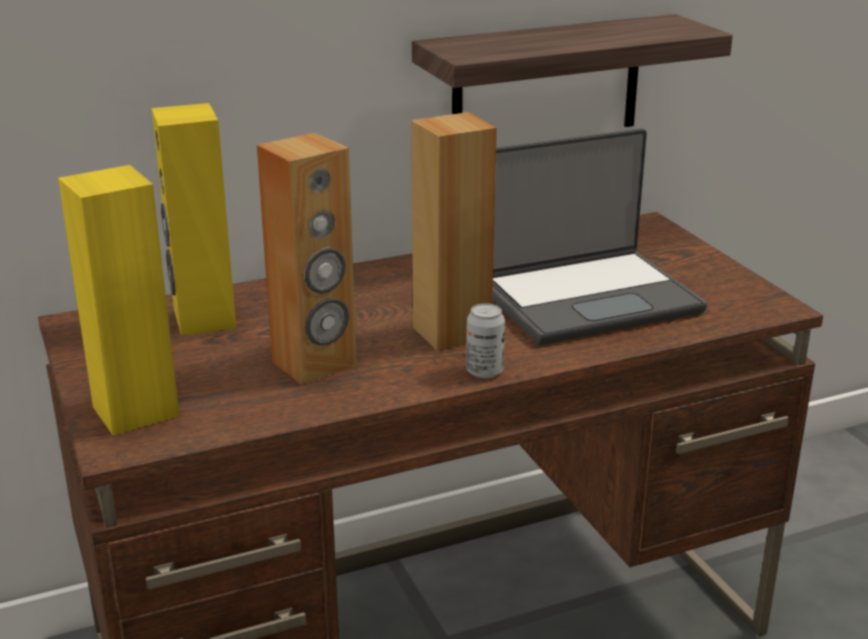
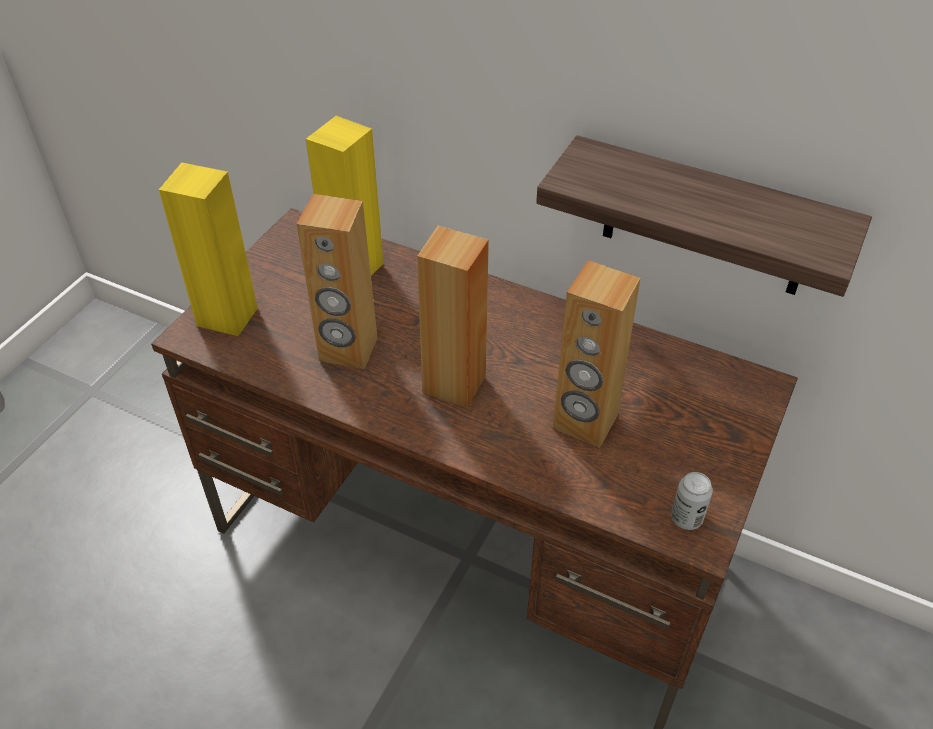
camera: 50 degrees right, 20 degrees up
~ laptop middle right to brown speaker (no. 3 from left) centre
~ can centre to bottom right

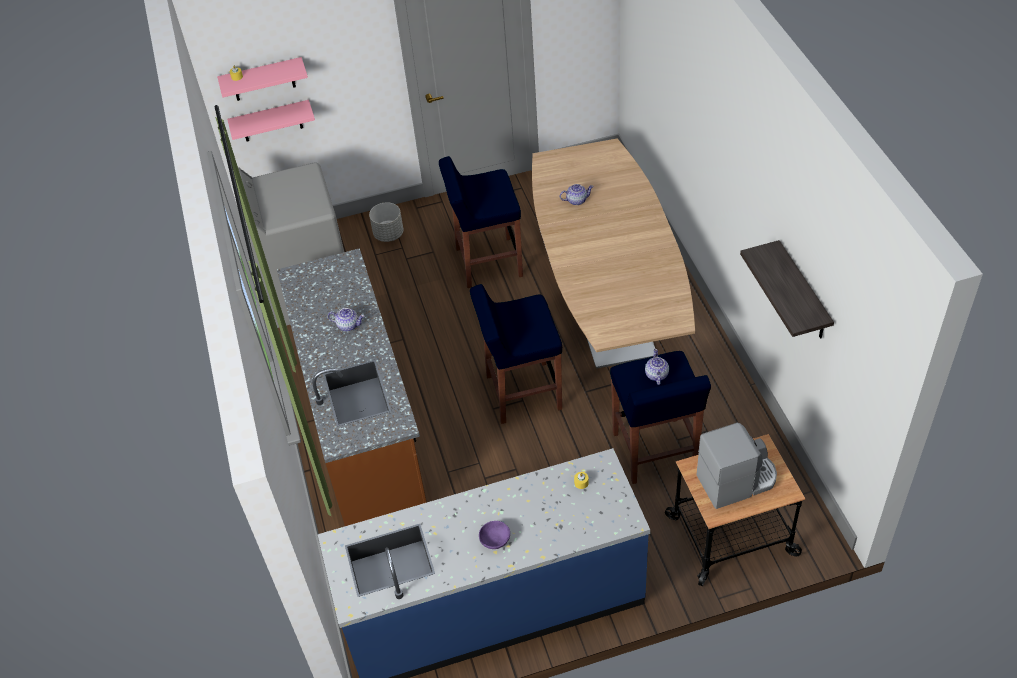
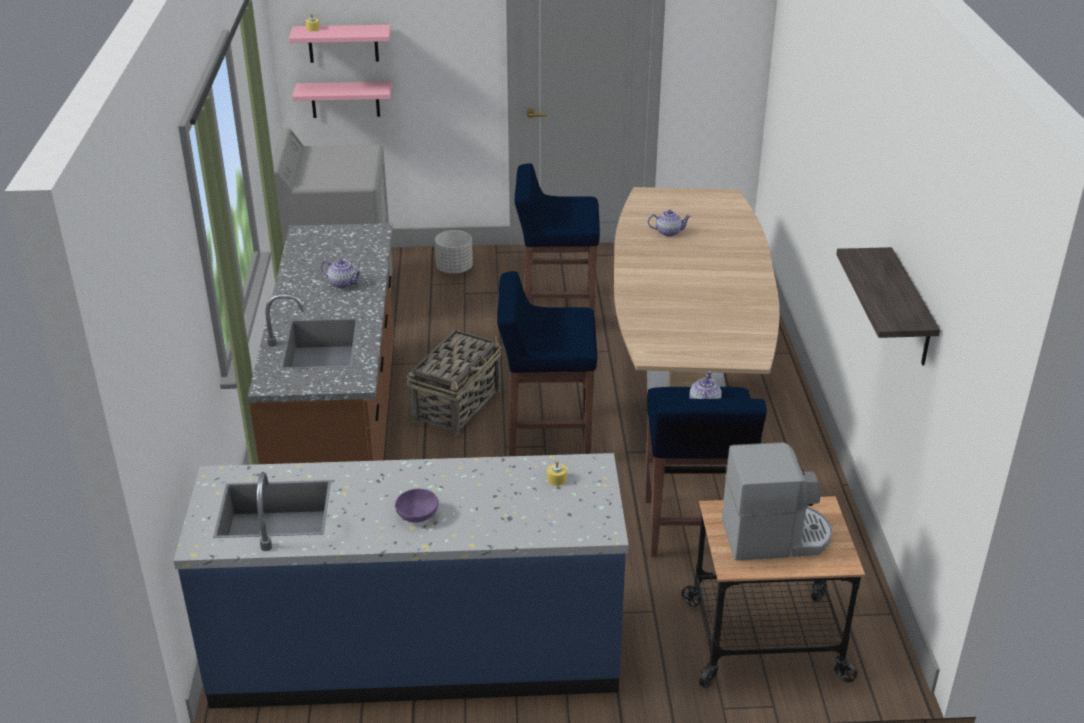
camera: 10 degrees right, 15 degrees down
+ basket centre

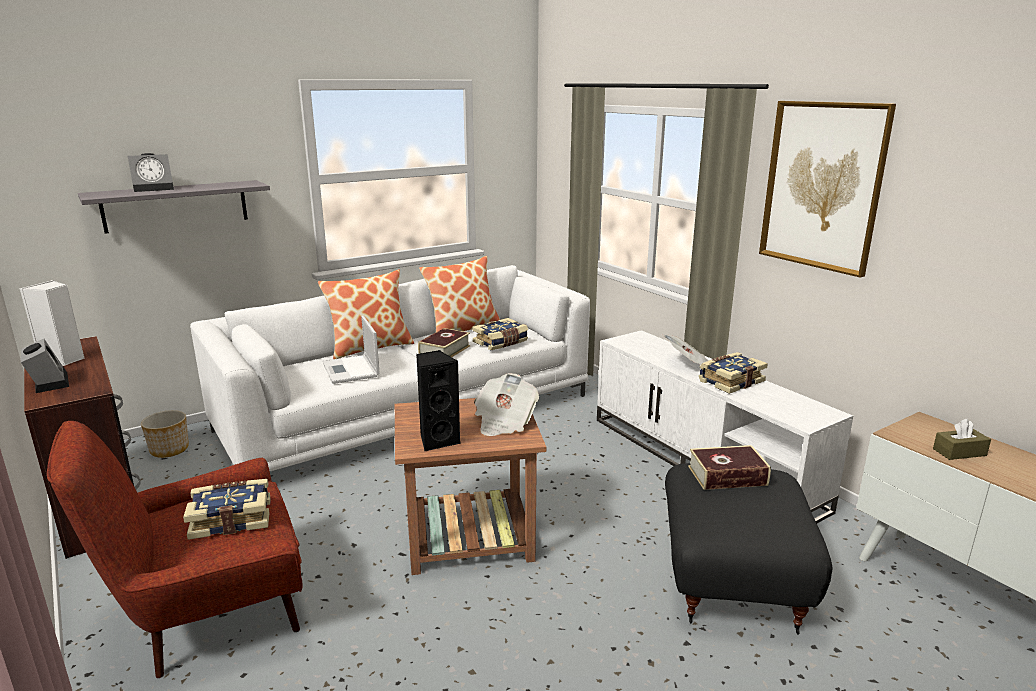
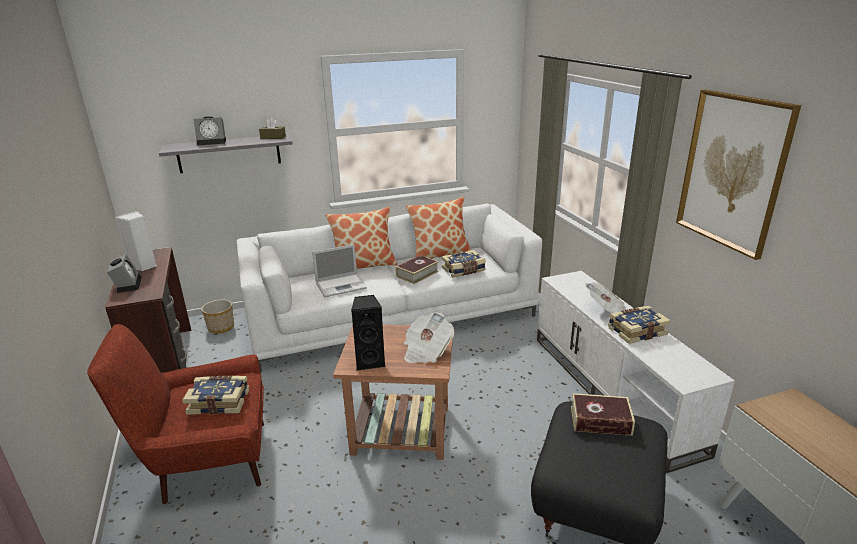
camera: 15 degrees right, 5 degrees up
~ brown tissue box middle right to top left
~ laptop centre = centre 105 degrees counterclockwise

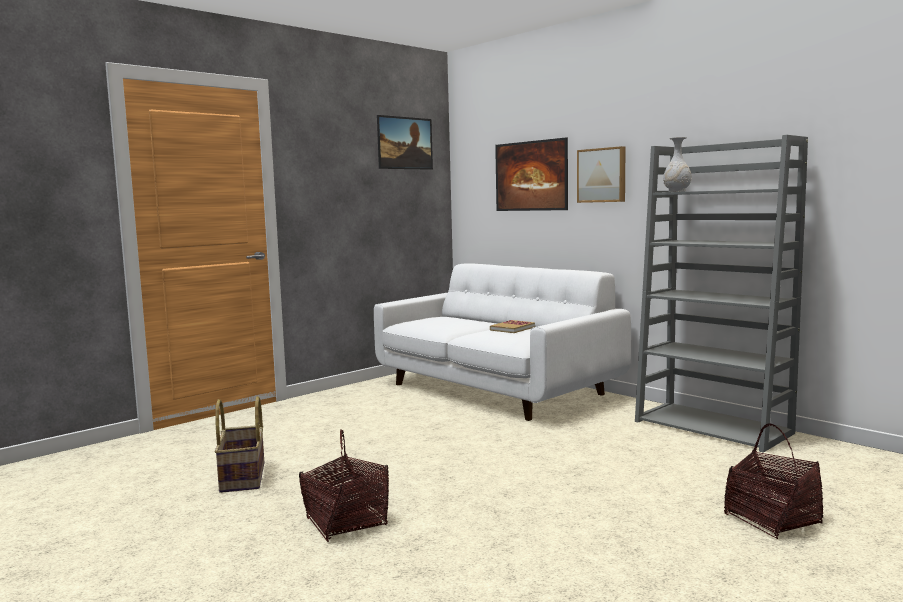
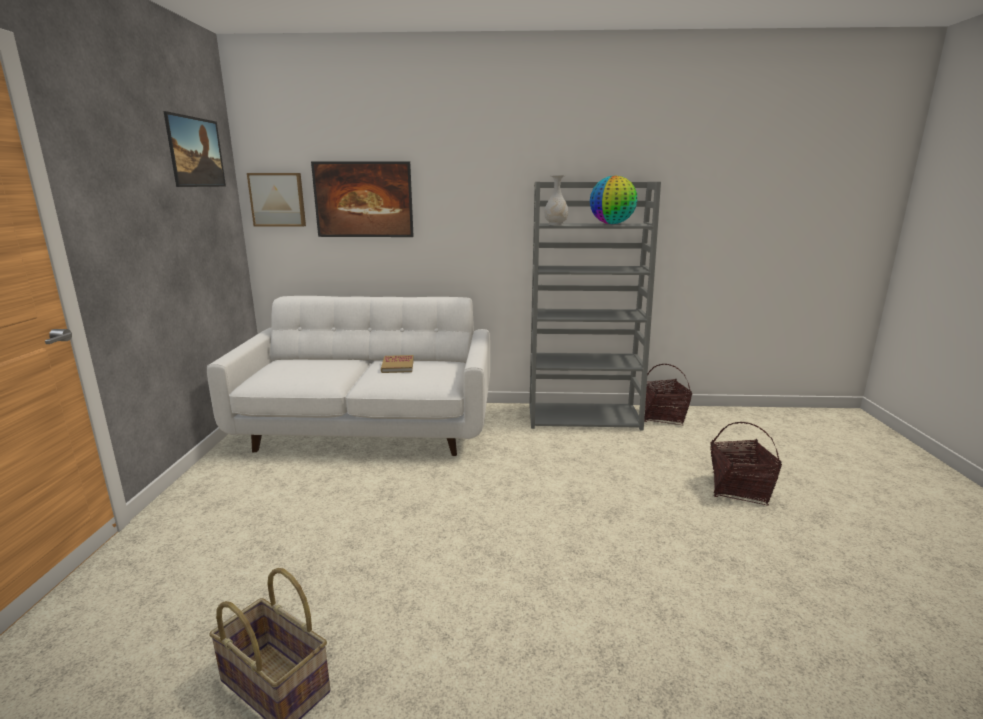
camera: 45 degrees left, 10 degrees up
~ picture (no. 3 from left in the first image) top centre to picture (no. 2 from left) top left
+ globe top centre
~ basket (no. 2 from left) bottom centre to middle right

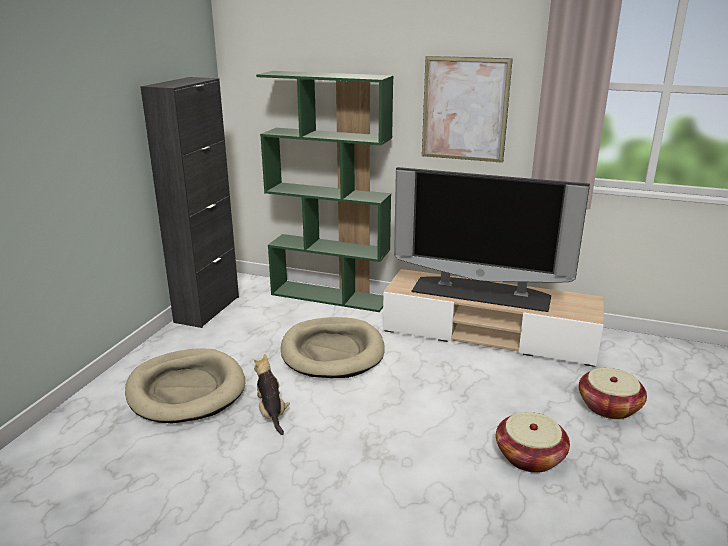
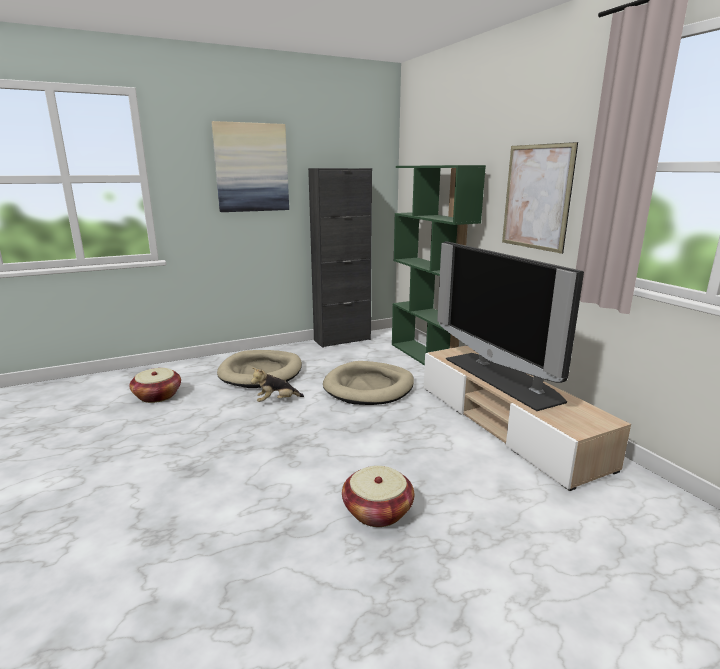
camera: 45 degrees right, 5 degrees down
~ basket (no. 2 from left in the first image) bottom right to basket (no. 1 from left) middle left
+ picture (no. 1 from left) top centre
~ plush toy bottom centre = centre 135 degrees counterclockwise

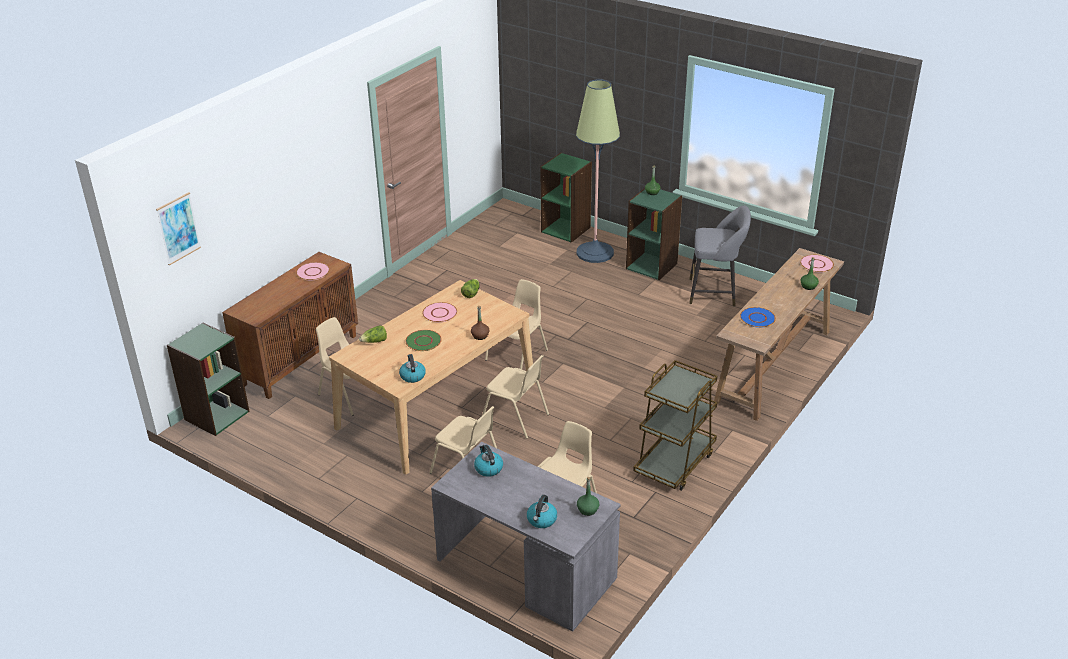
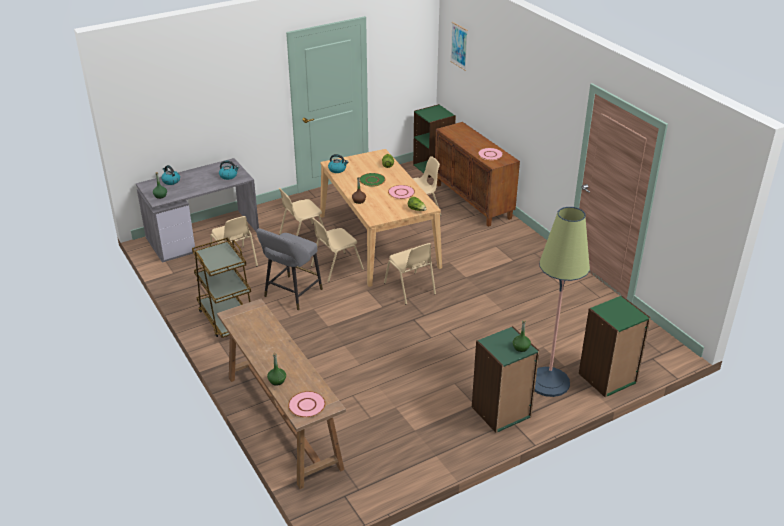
camera: 115 degrees right, 0 degrees up
~ grey stool middle right to centre
- blue plate middle right

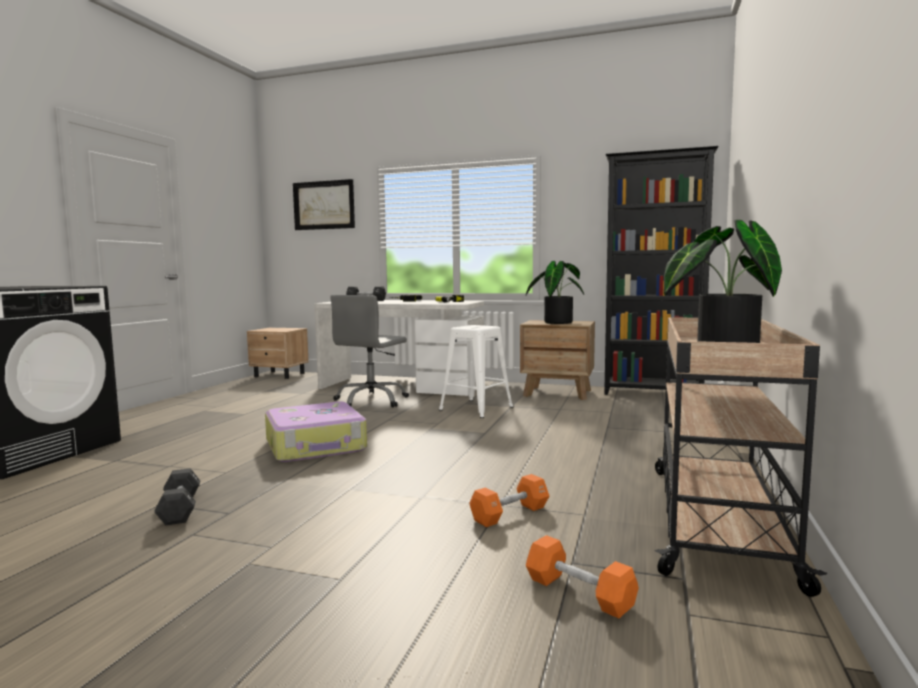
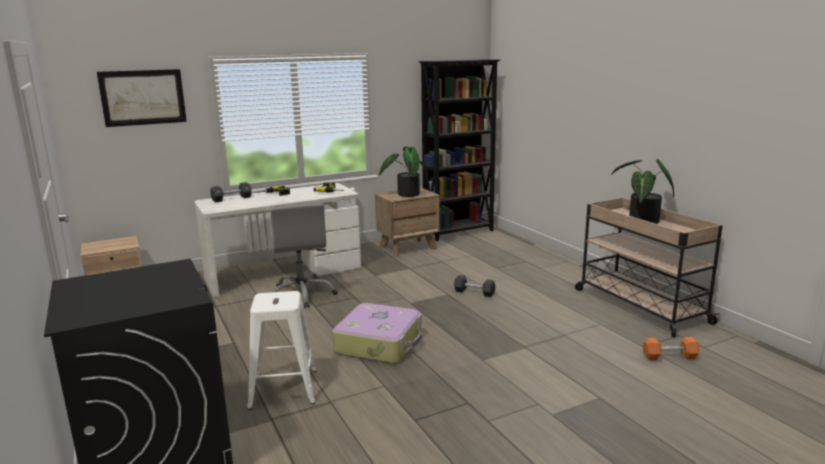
camera: 45 degrees left, 10 degrees up
~ white stool centre to bottom centre
~ black dumbbell (no. 1 from left in the first image) bottom left to black dumbbell (no. 2 from left) centre
- orange dumbbell (no. 1 from left) bottom centre

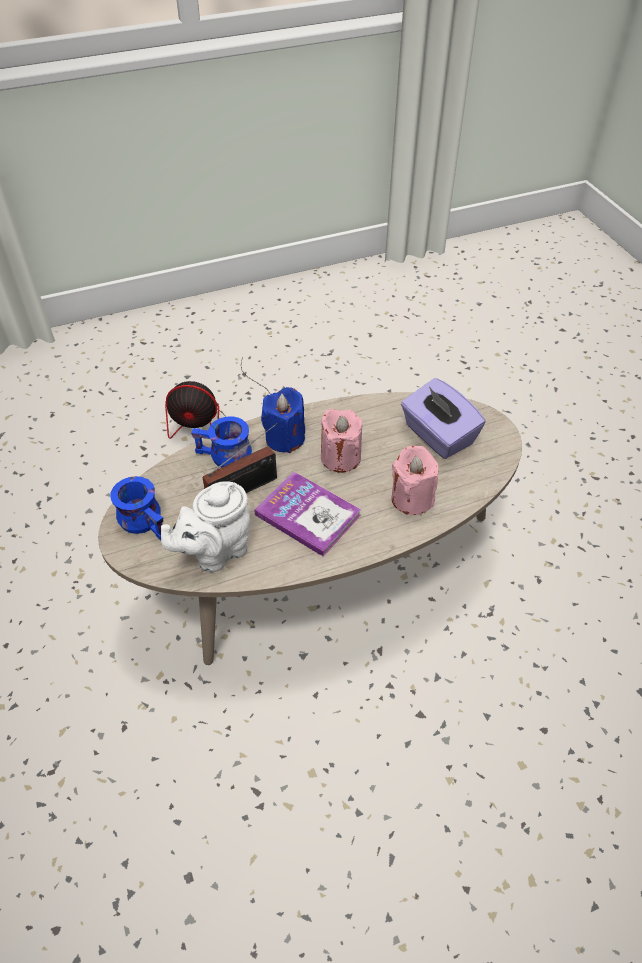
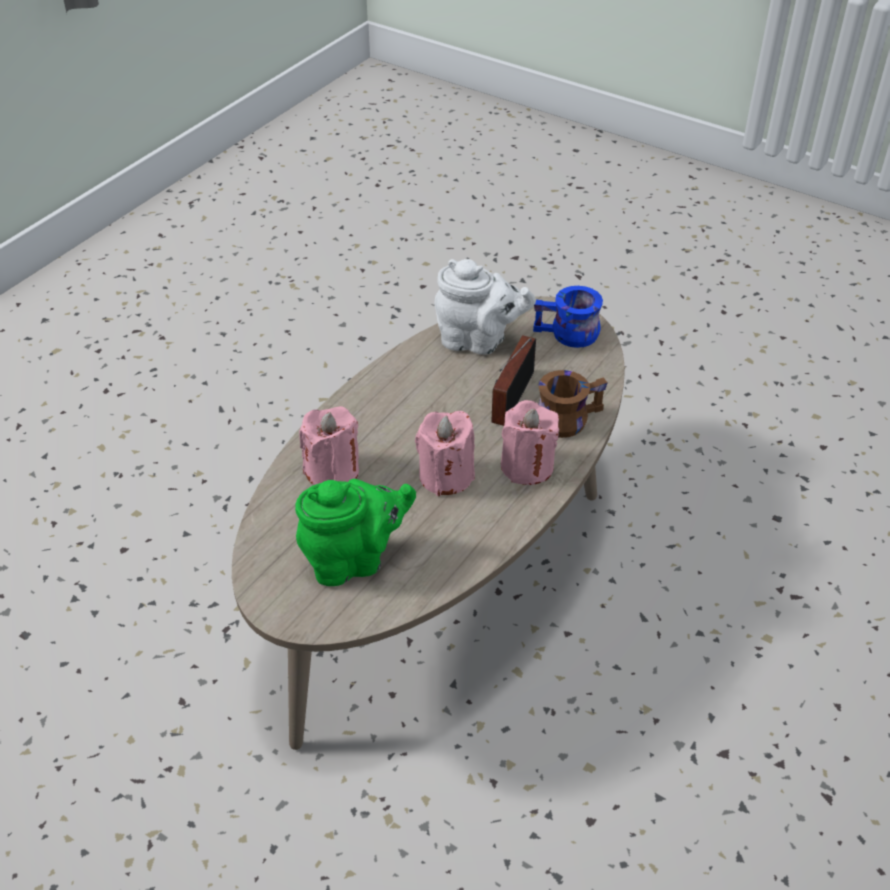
camera: 145 degrees right, 5 degrees down
~ purple tissue box middle right to green teapot centre
~ white teapot middle left = centre 90 degrees clockwise
~ blue candle centre to pink candle (no. 3 from left) centre
~ blue mug (no. 2 from left) centre to brown mug centre
- fan centre
- book centre

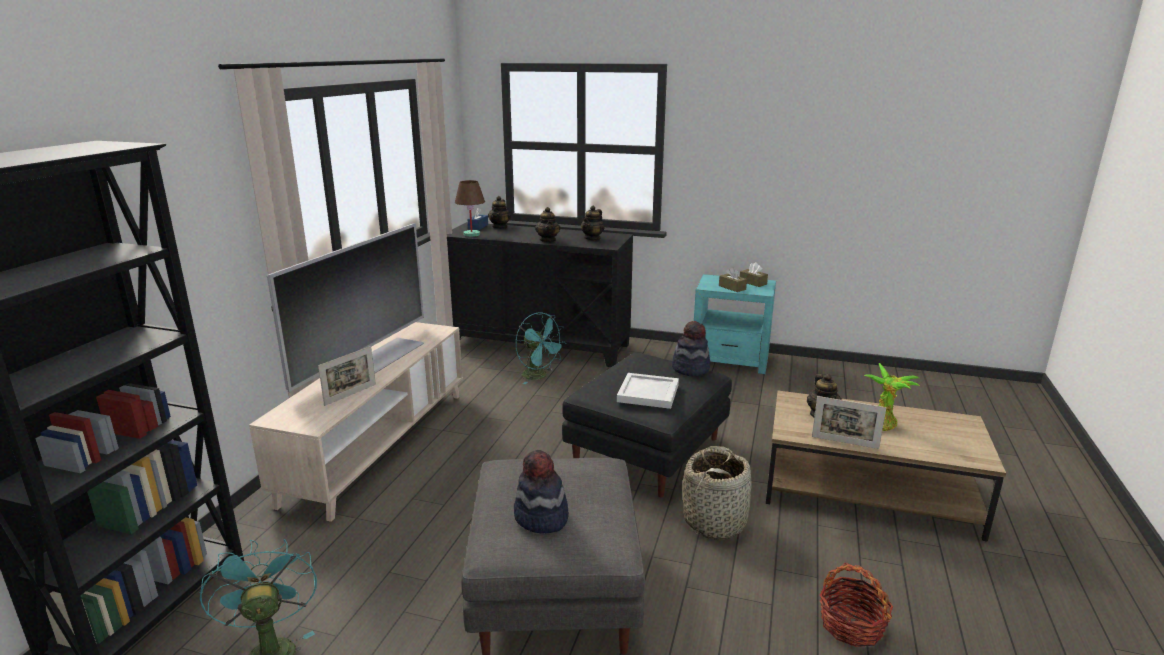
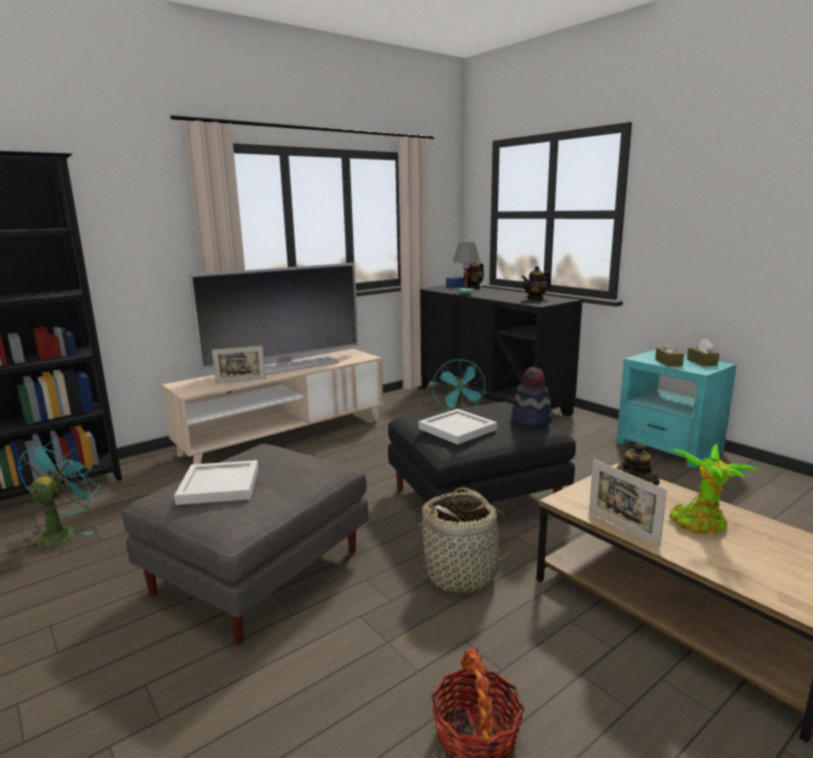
camera: 35 degrees right, 5 degrees down
~ hat (no. 1 from left) bottom centre to white tray (no. 1 from left) middle left
+ grey table lamp centre
- brown table lamp top centre
- teapot (no. 2 from left) centre

